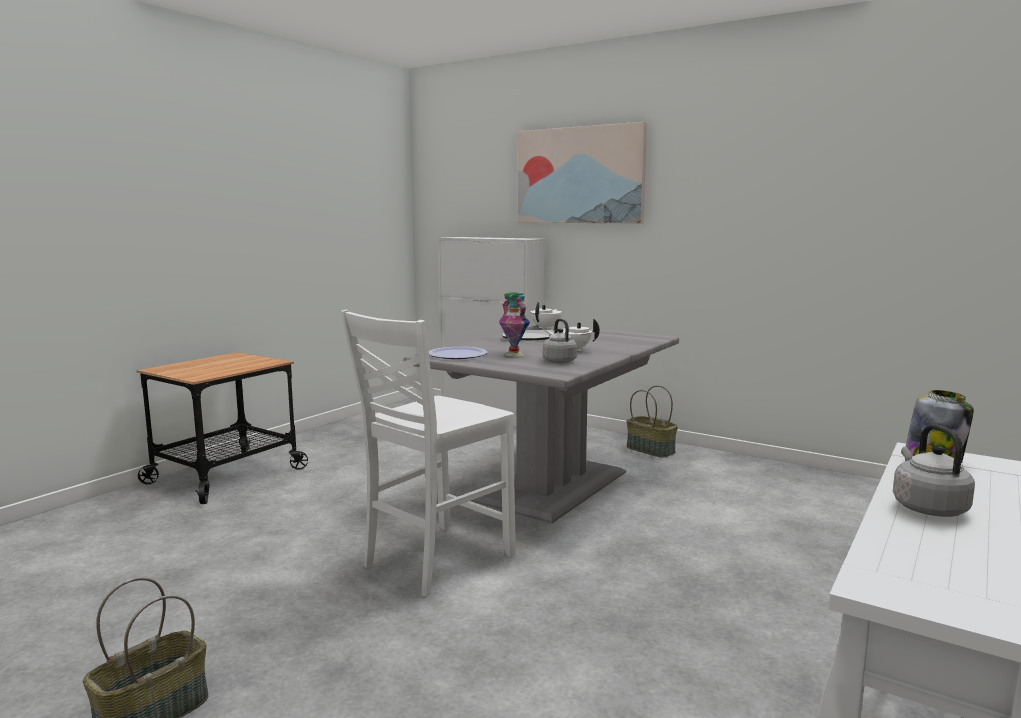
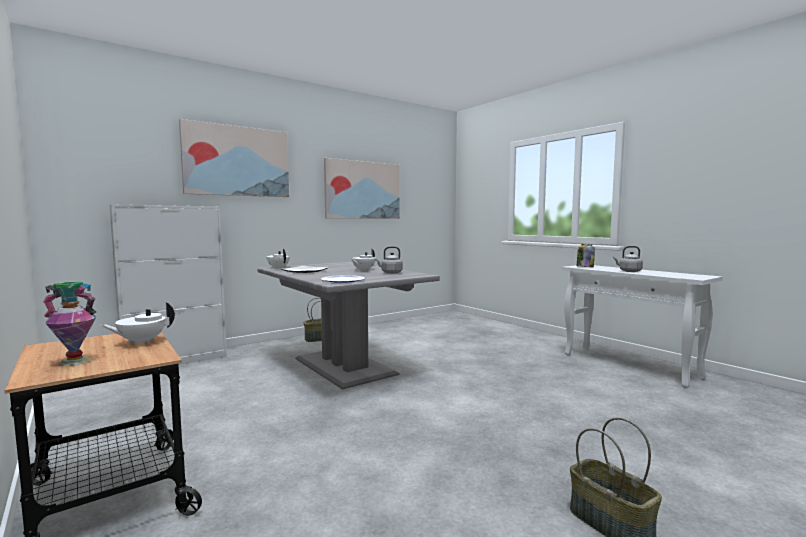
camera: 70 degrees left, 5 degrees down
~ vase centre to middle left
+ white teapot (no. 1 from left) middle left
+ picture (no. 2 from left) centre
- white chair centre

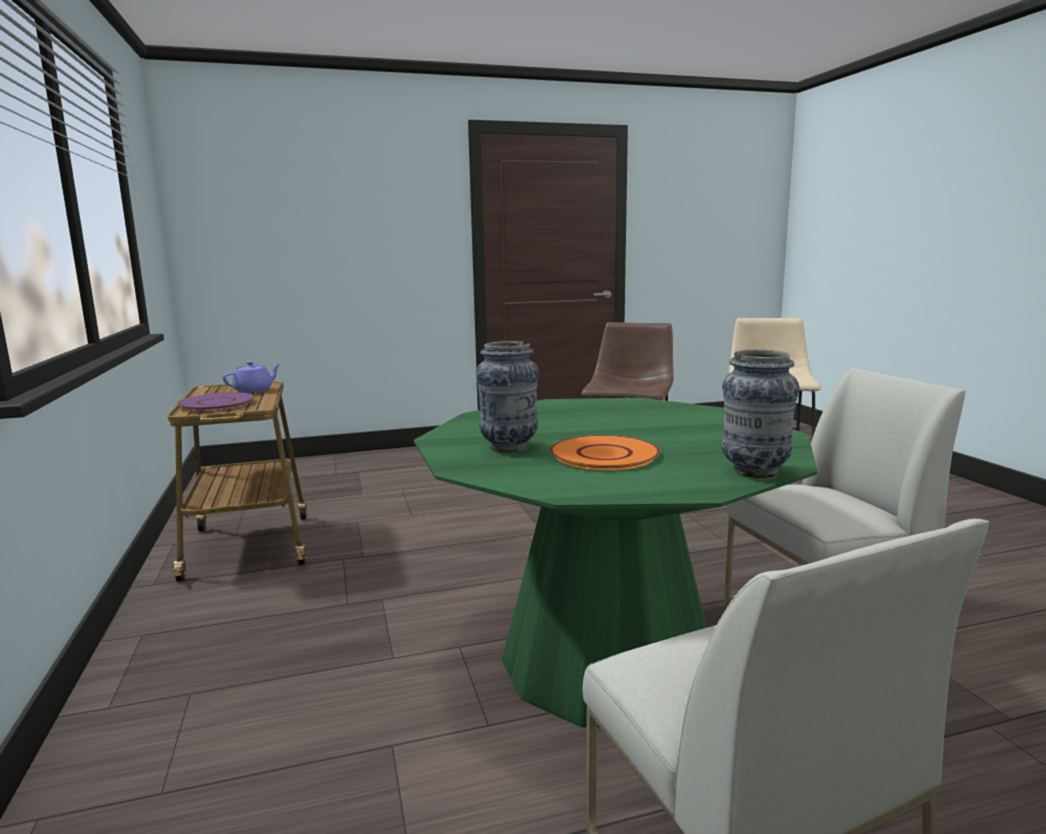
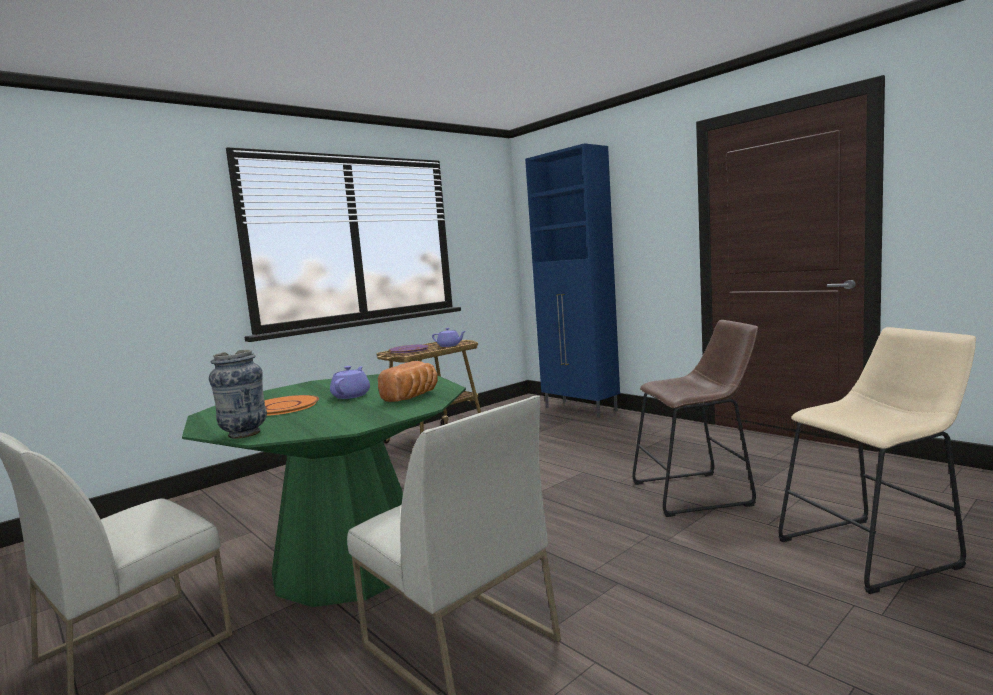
camera: 65 degrees right, 5 degrees down
+ purple teapot (no. 1 from left) centre
+ bread centre
+ blue cabinet centre
- vase (no. 1 from left) centre

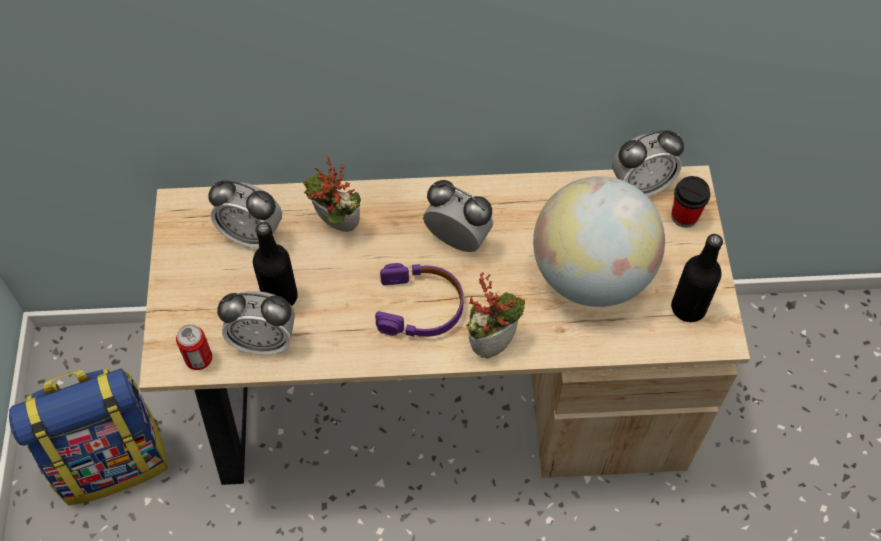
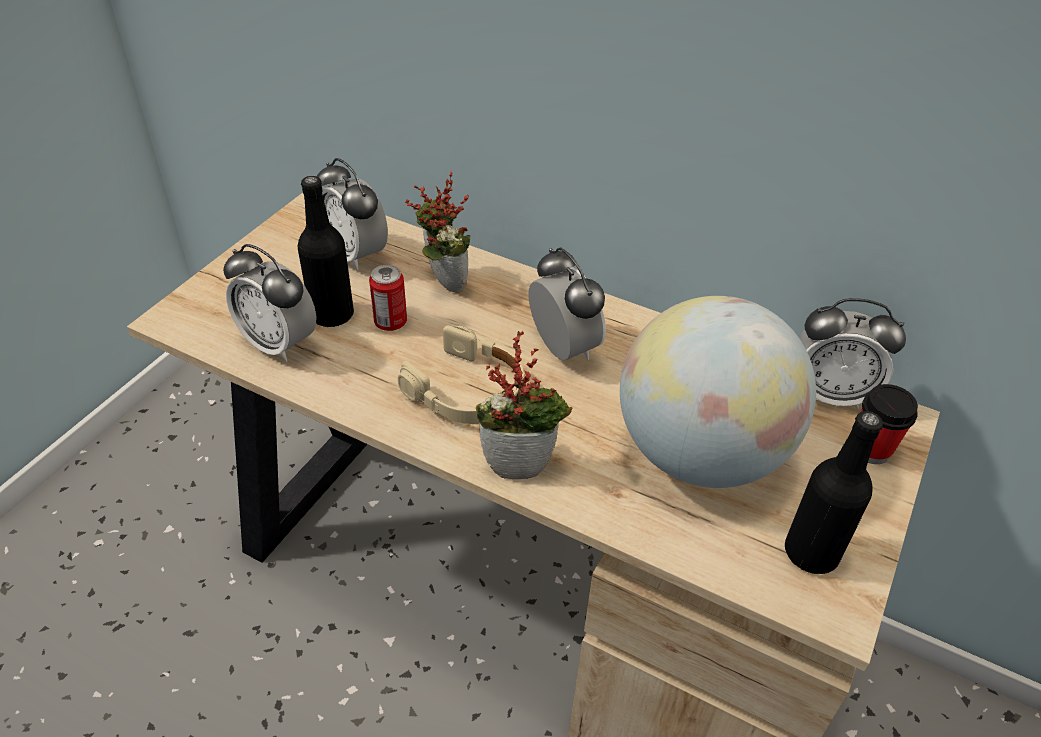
camera: 30 degrees right, 15 degrees down
~ can middle left to centre
~ purple headphones centre to beige headphones centre
- backpack bottom left

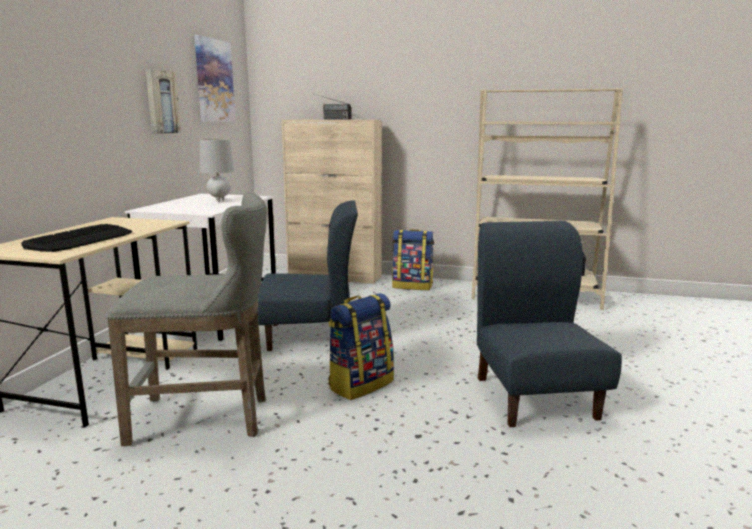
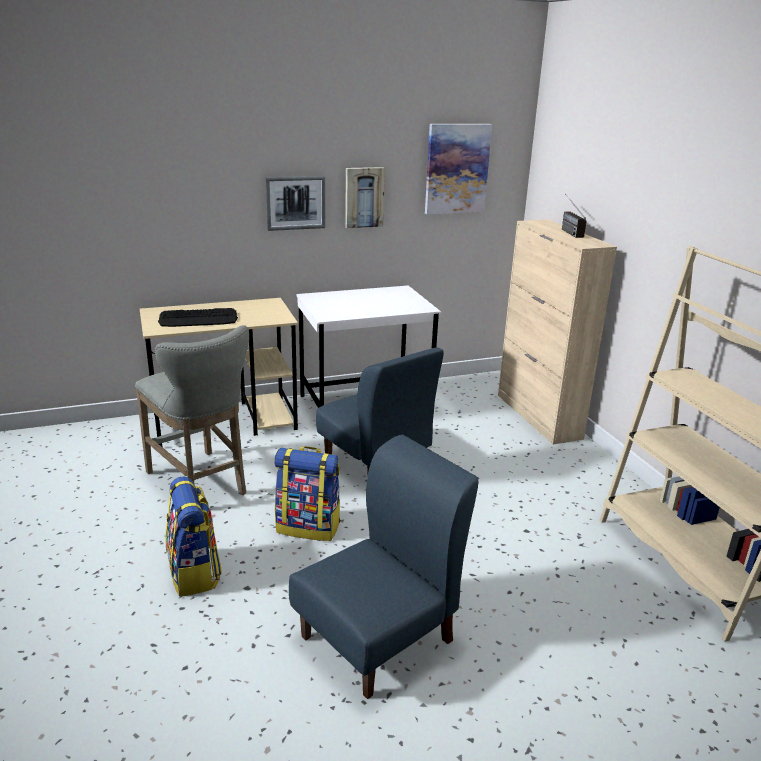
camera: 55 degrees right, 10 degrees up
~ backpack (no. 2 from left in the first image) centre to backpack (no. 1 from left) bottom left
+ picture (no. 1 from left) top centre
- grey table lamp top left

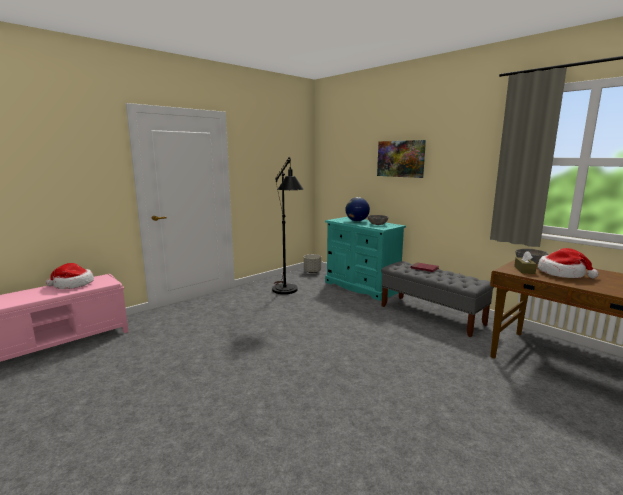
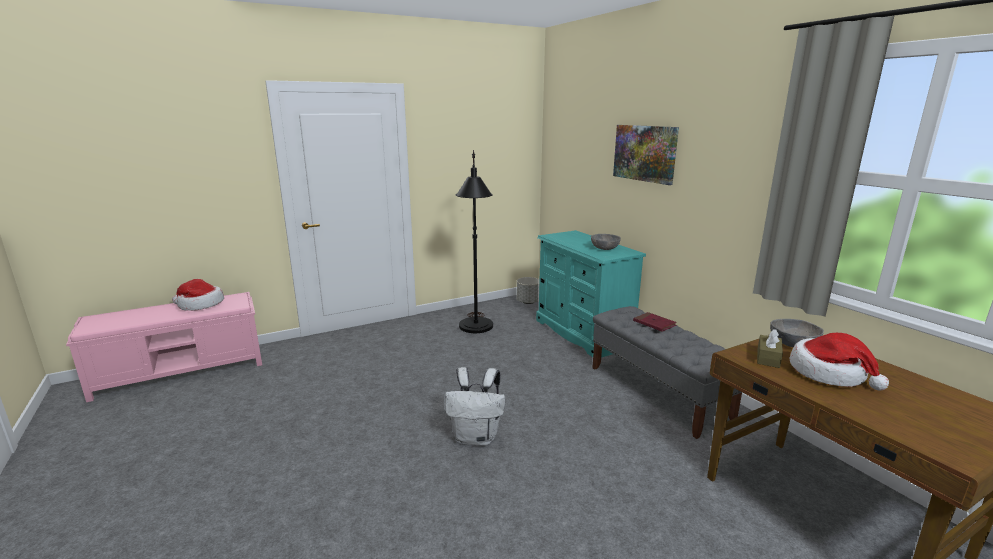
camera: 15 degrees right, 5 degrees up
+ white backpack bottom centre
- globe centre

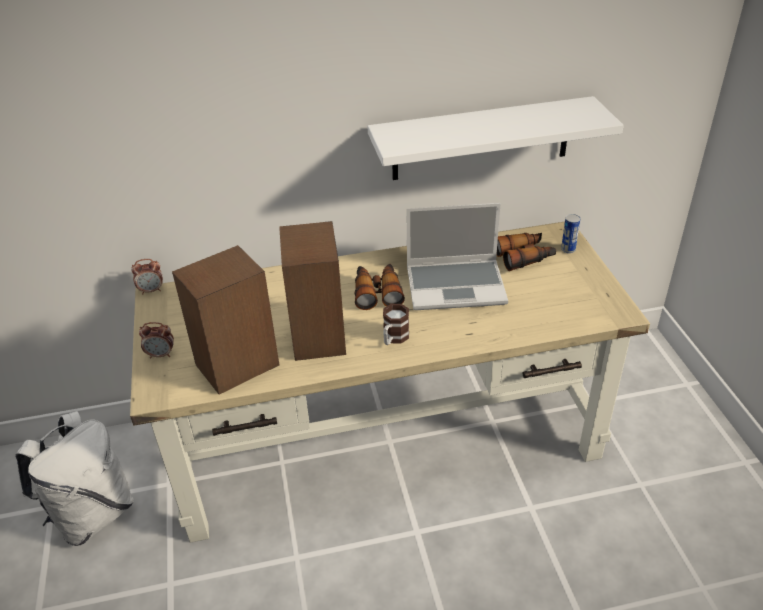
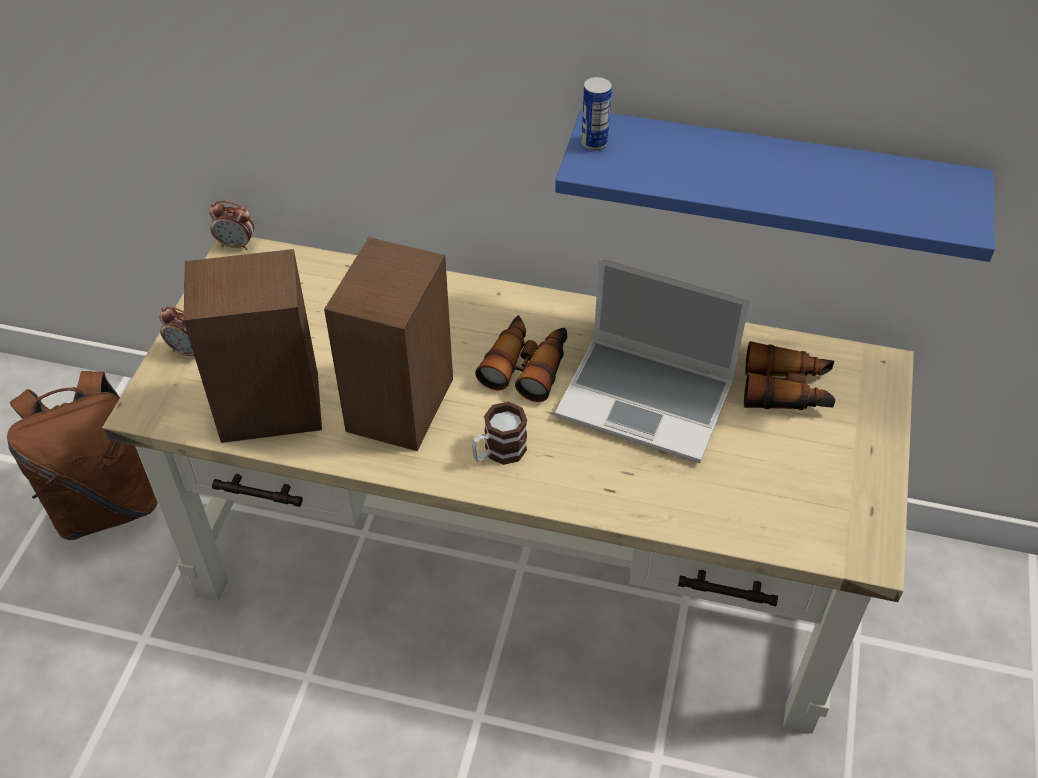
camera: 25 degrees right, 10 degrees up
~ white backpack bottom left to brown backpack middle left
~ white shelf top centre to blue shelf top right
~ can middle right to top centre

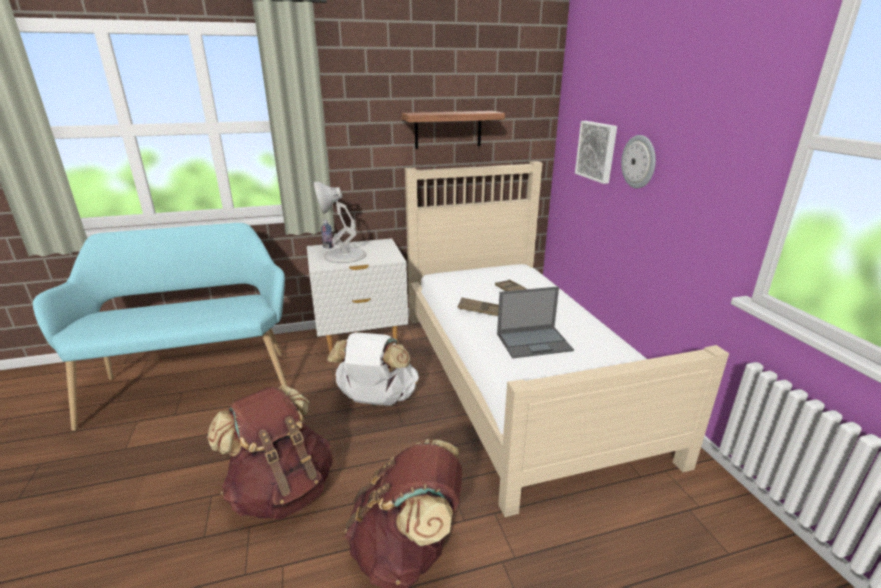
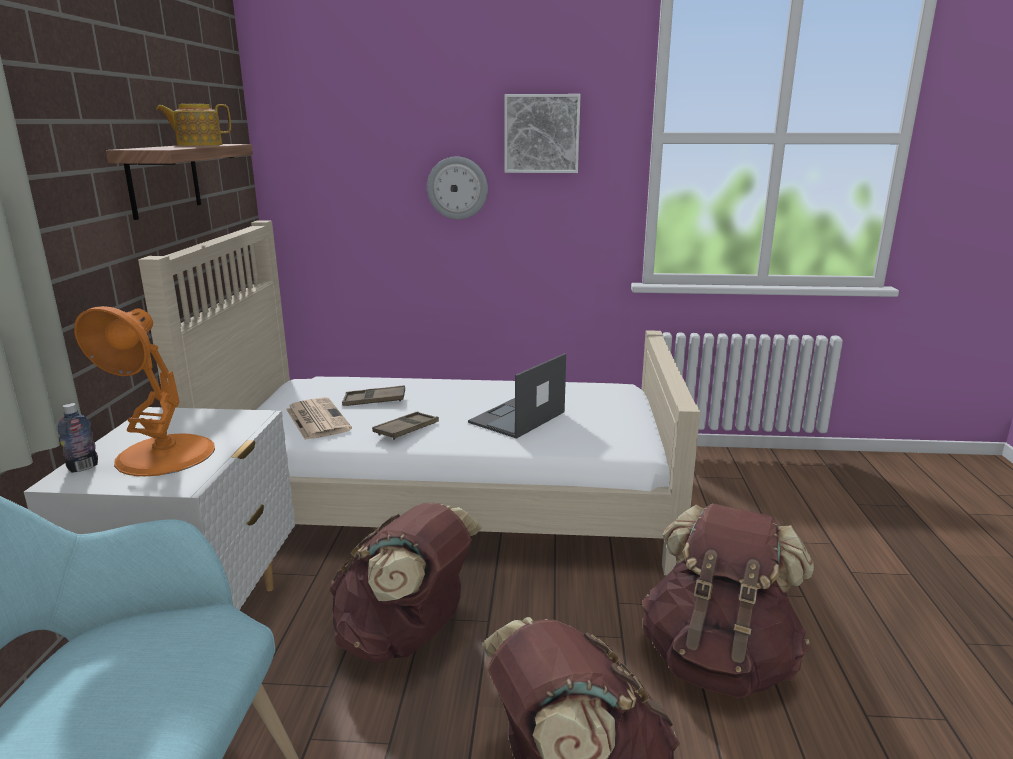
camera: 70 degrees left, 5 degrees down
~ white table lamp centre to orange table lamp middle left
+ teapot top left
+ newspaper middle left
~ white backpack centre to brown backpack (no. 1 from left) bottom centre
~ laptop centre = centre 150 degrees counterclockwise
~ picture top right to top centre

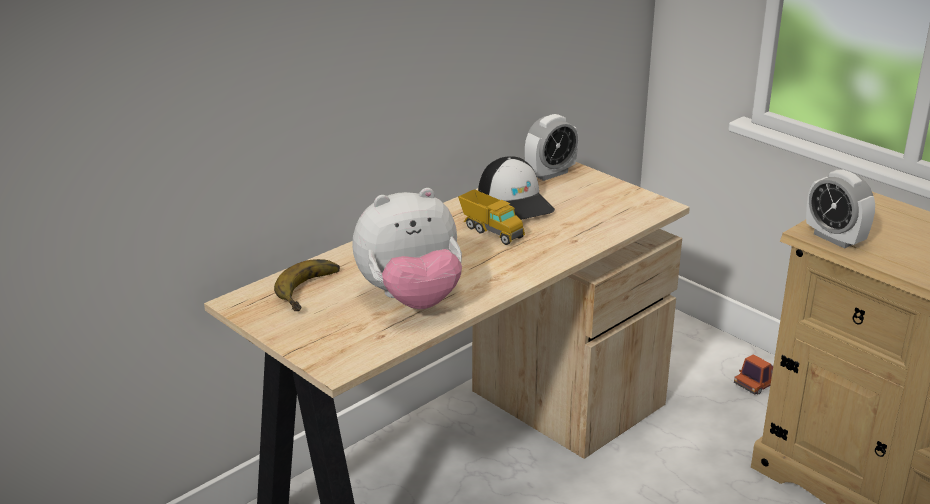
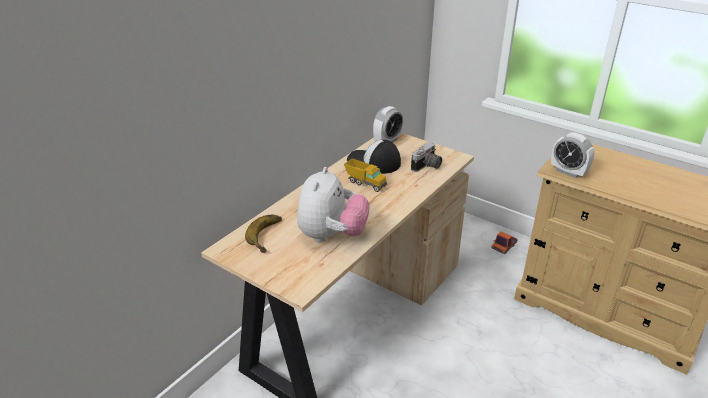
camera: 10 degrees left, 5 degrees up
~ plush toy centre = centre 45 degrees counterclockwise
~ cap centre = centre 150 degrees clockwise
+ photo camera centre

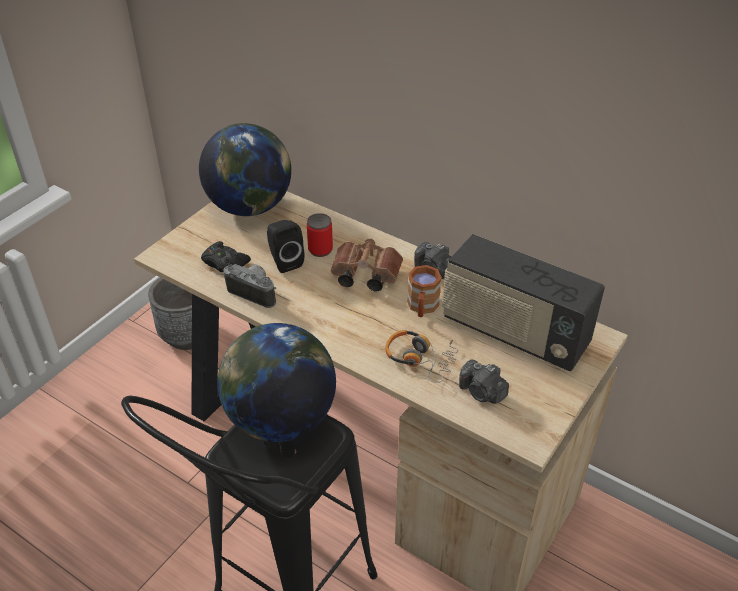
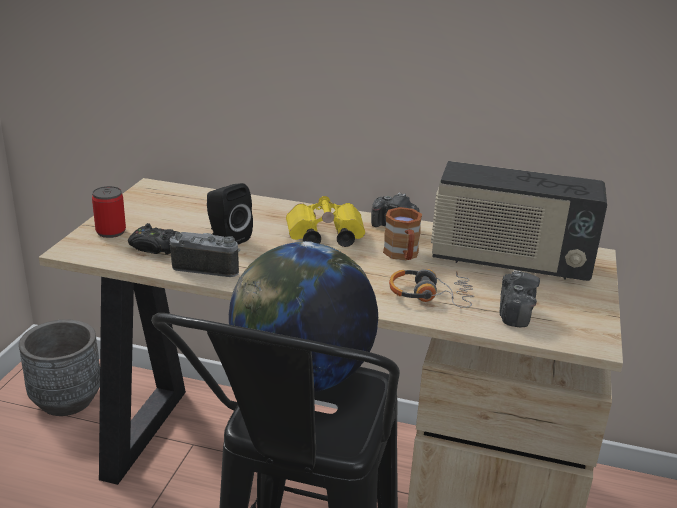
camera: 20 degrees left, 15 degrees down
~ can centre to middle left
~ brown binoculars centre to yellow binoculars centre
~ photo camera (no. 3 from left) centre = middle right 105 degrees counterclockwise
- globe (no. 1 from left) top left

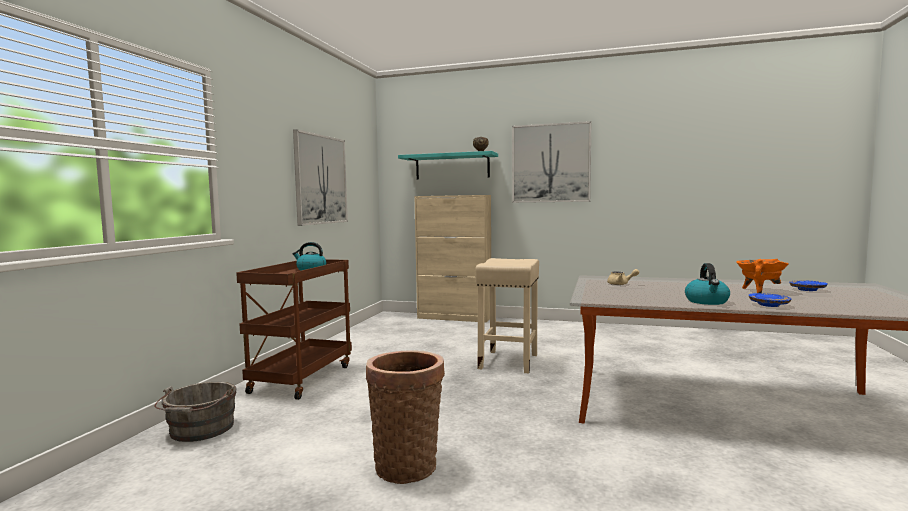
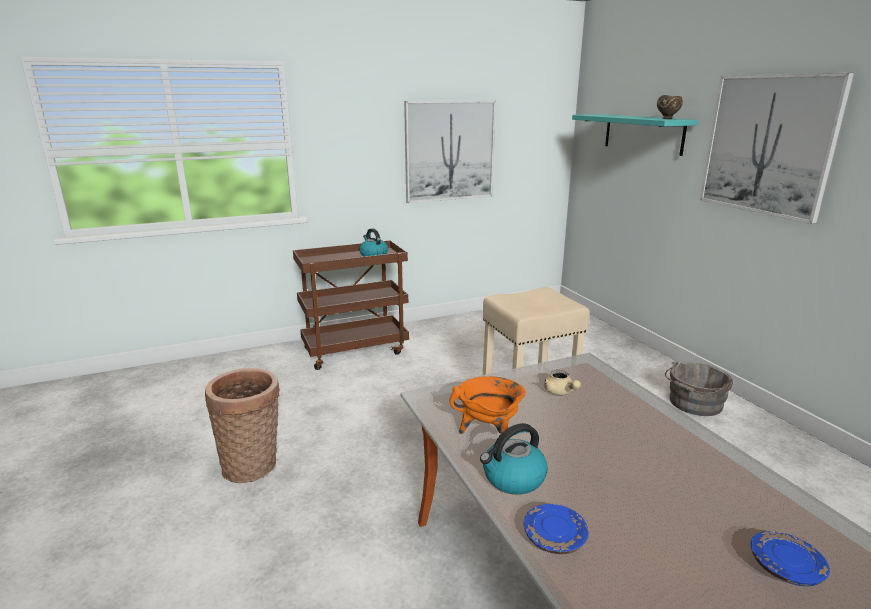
camera: 50 degrees right, 15 degrees up
~ orange cooking pot middle right to centre
~ grey bucket bottom left to middle right
- beige cabinet centre

